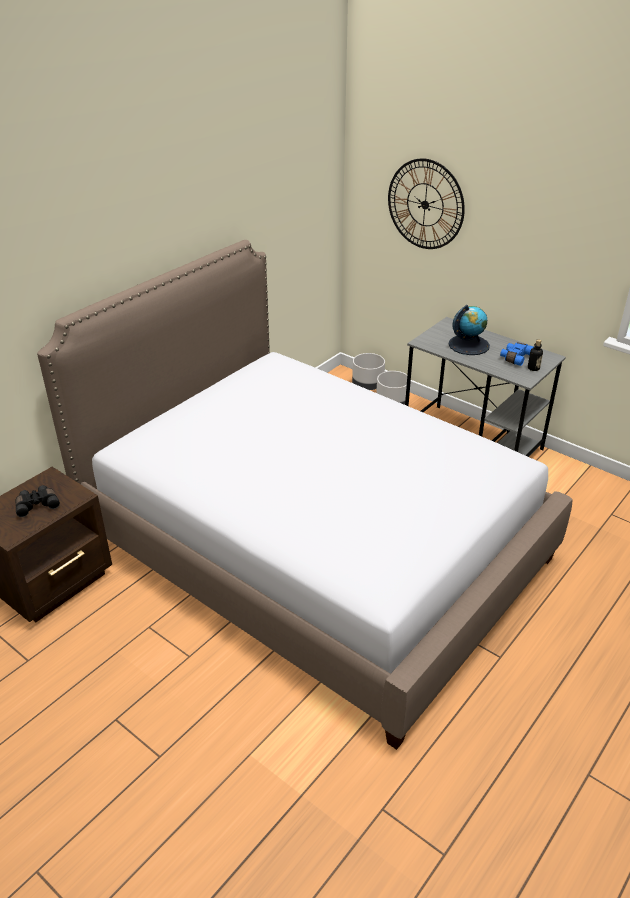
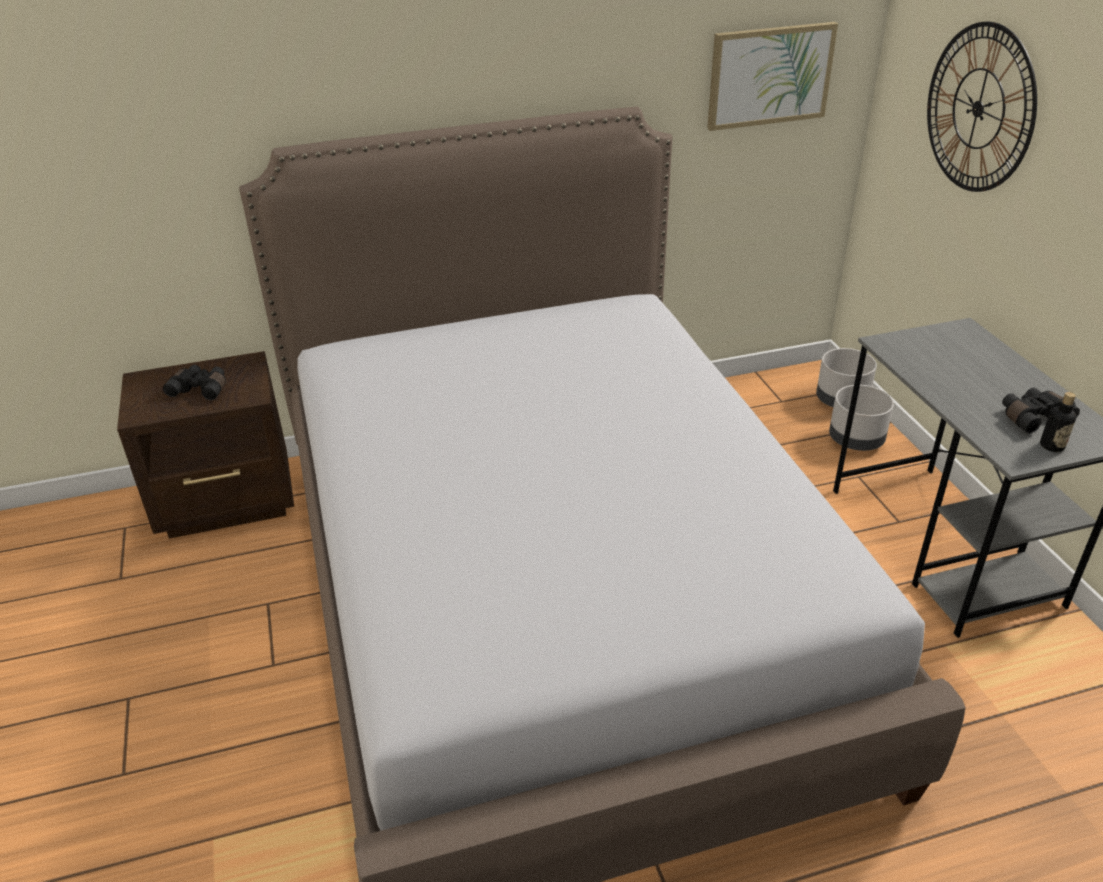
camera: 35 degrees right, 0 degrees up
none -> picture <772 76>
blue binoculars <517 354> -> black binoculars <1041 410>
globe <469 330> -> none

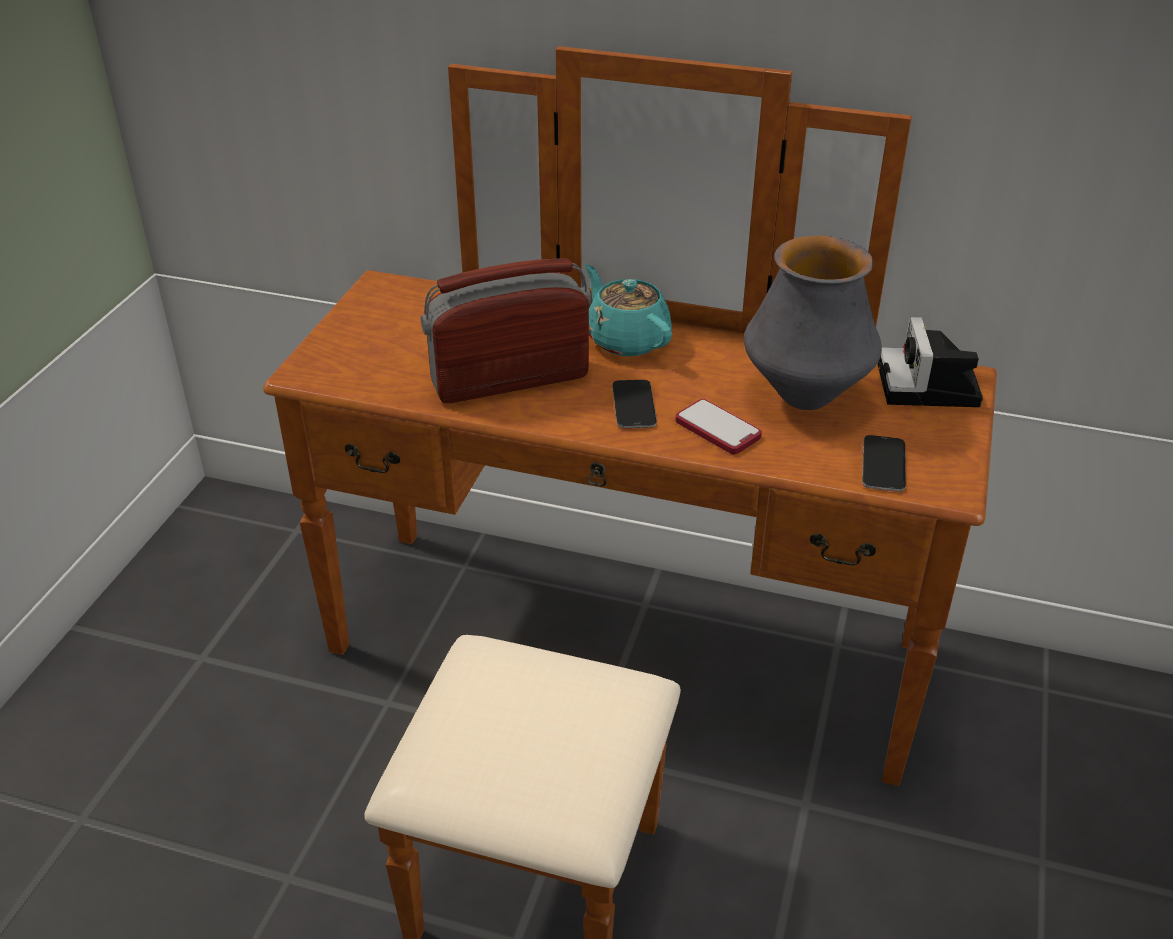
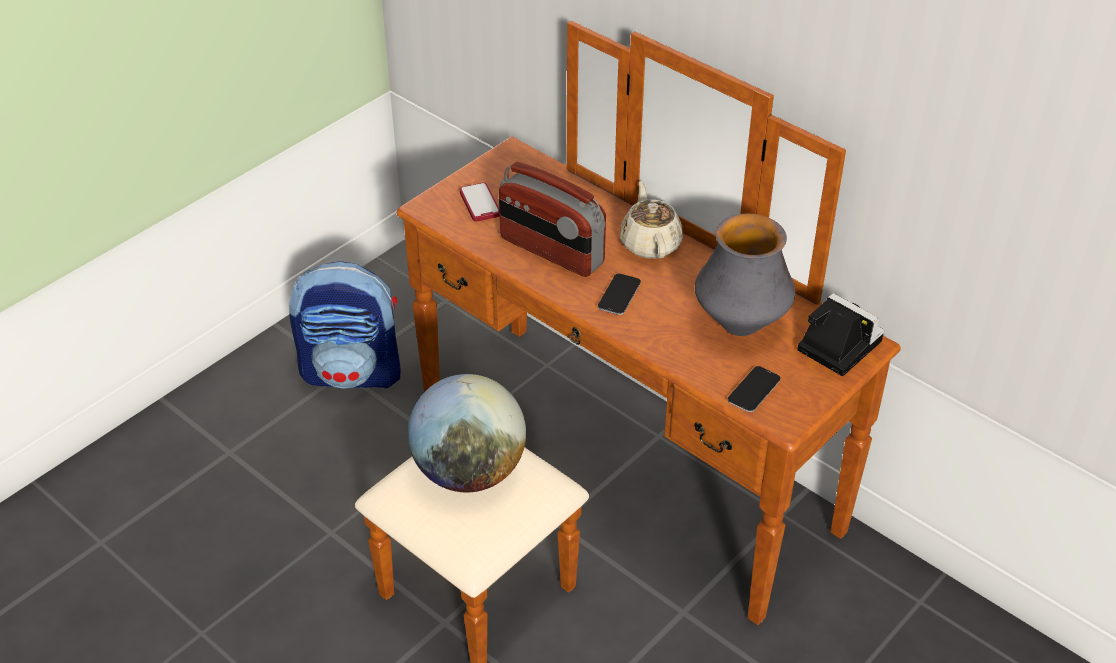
camera: 25 degrees right, 5 degrees up
none -> backpack <344 325>
none -> globe <467 433>
phone <718 427> -> phone <480 202>, move
radio <506 330> -> radio <552 219>, 150 degrees counterclockwise
turquoise teapot <628 310> -> beige teapot <651 219>
photo camera <930 362> -> photo camera <840 334>, 105 degrees clockwise

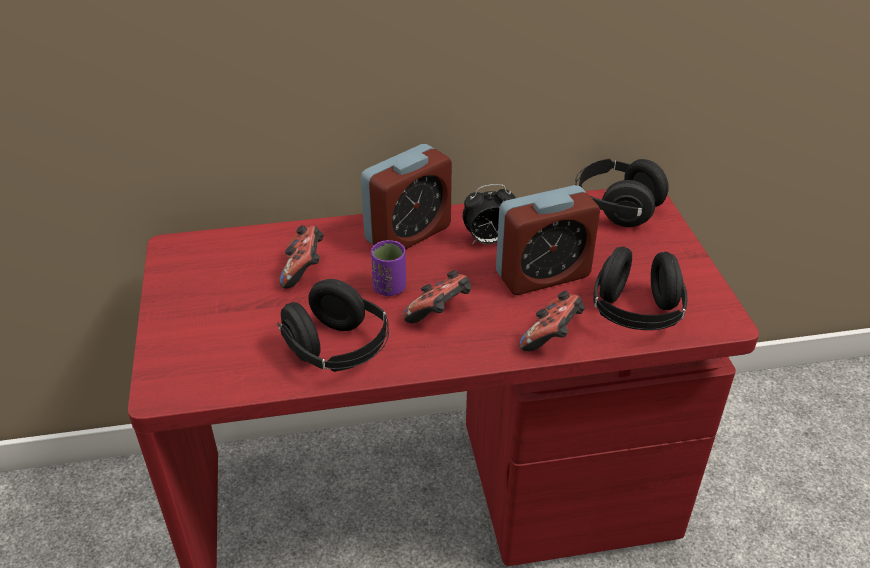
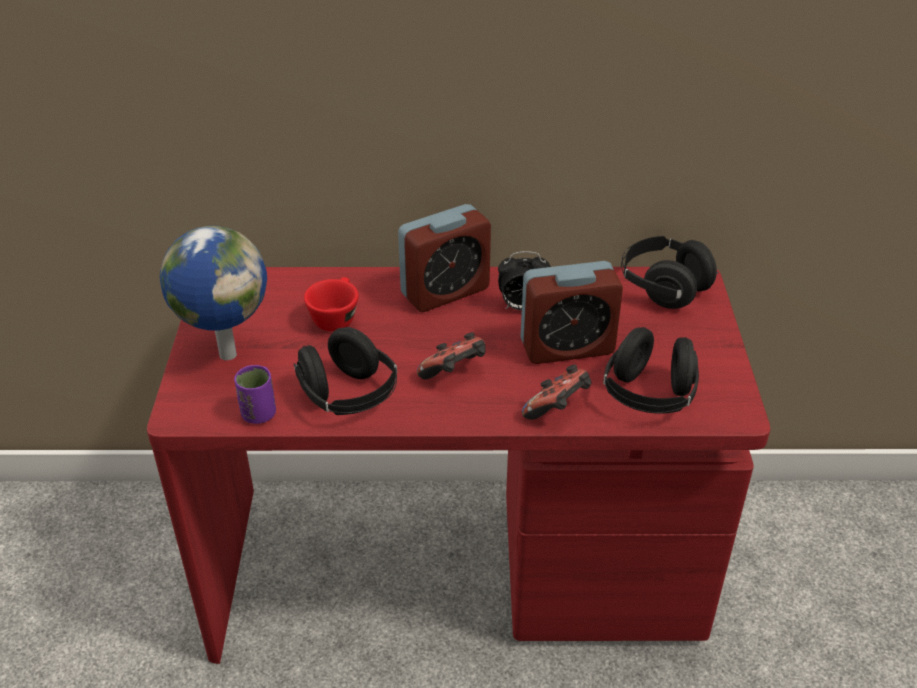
camera: 10 degrees right, 0 degrees up
none -> globe <213 293>
purple cup <388 268> -> purple cup <255 394>, move
game controller <301 257> -> red cup <331 304>

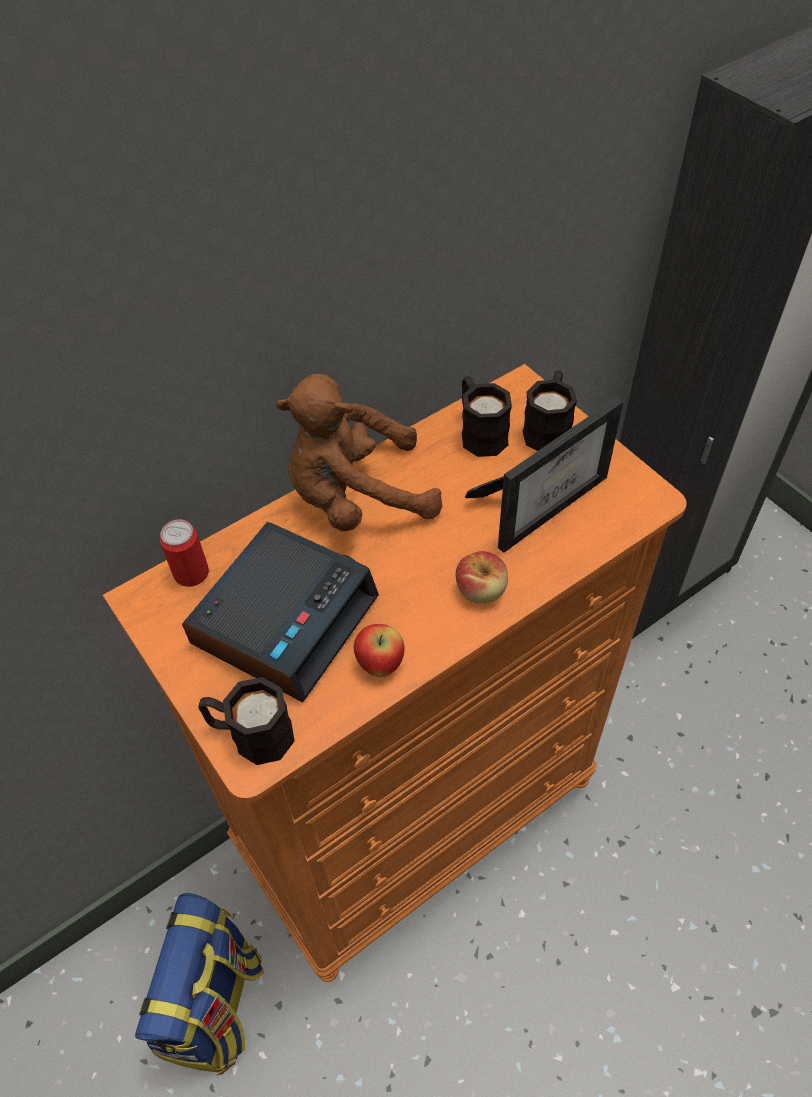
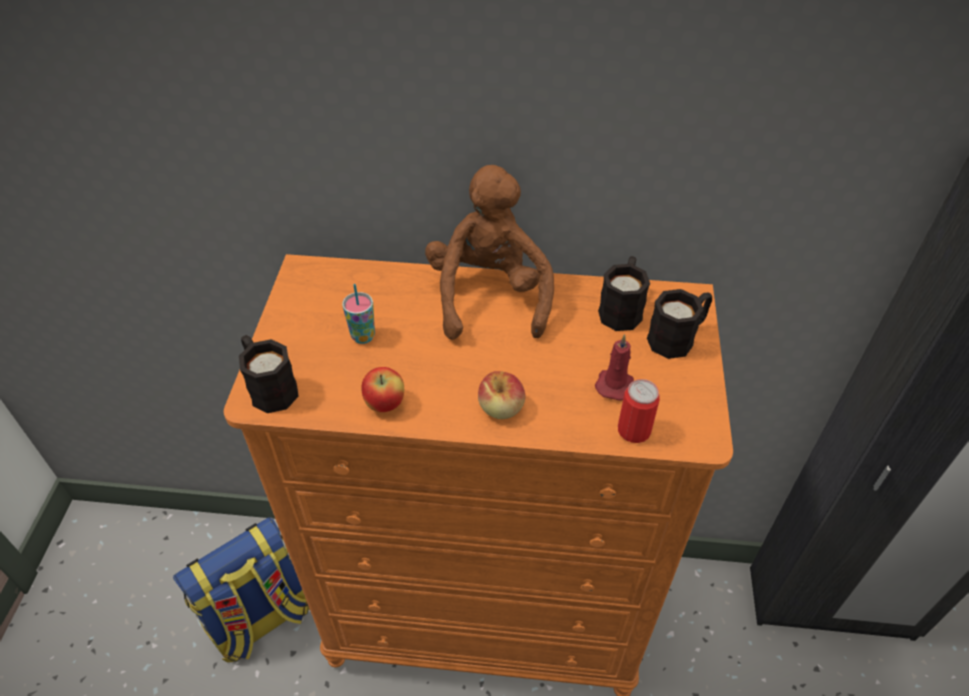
camera: 40 degrees right, 5 degrees down
alarm clock <280 612> -> cup <358 314>
brown plush toy <359 452> -> brown plush toy <489 252>, 60 degrees clockwise
picture frame <544 475> -> red candle <614 367>
can <184 553> -> can <639 411>, move

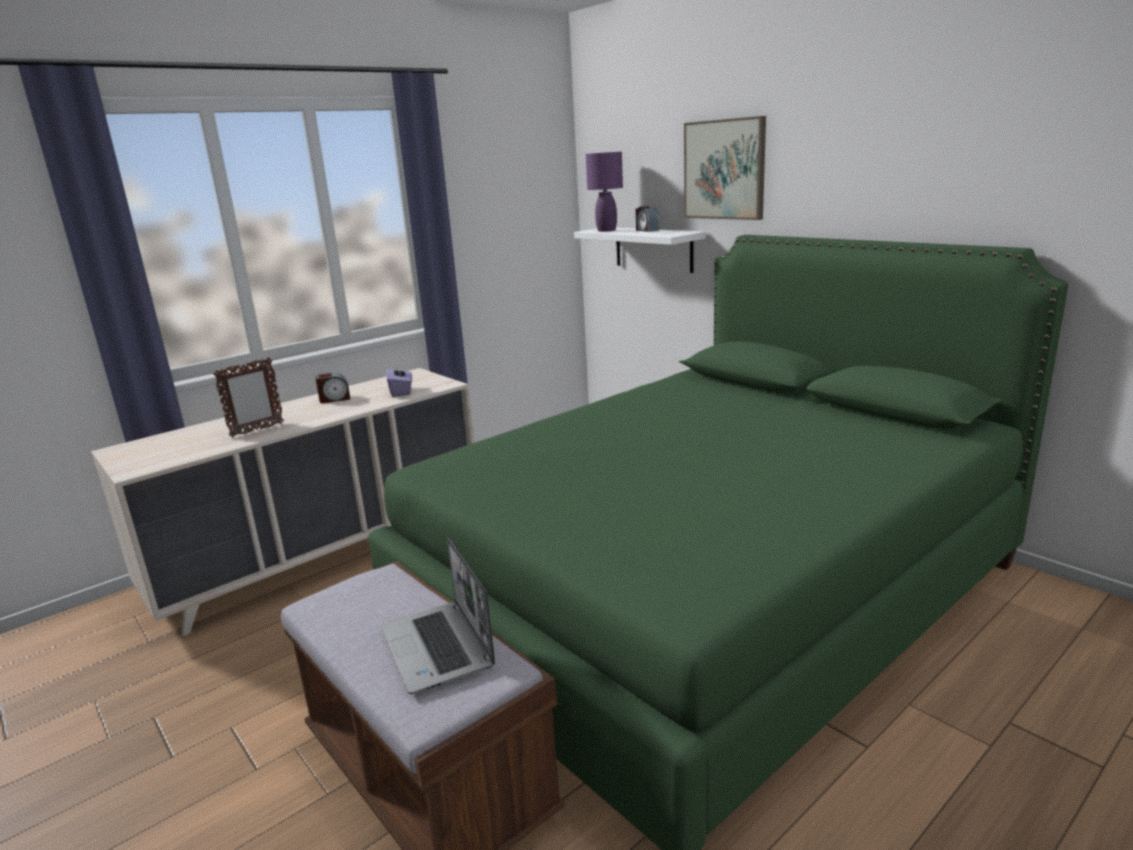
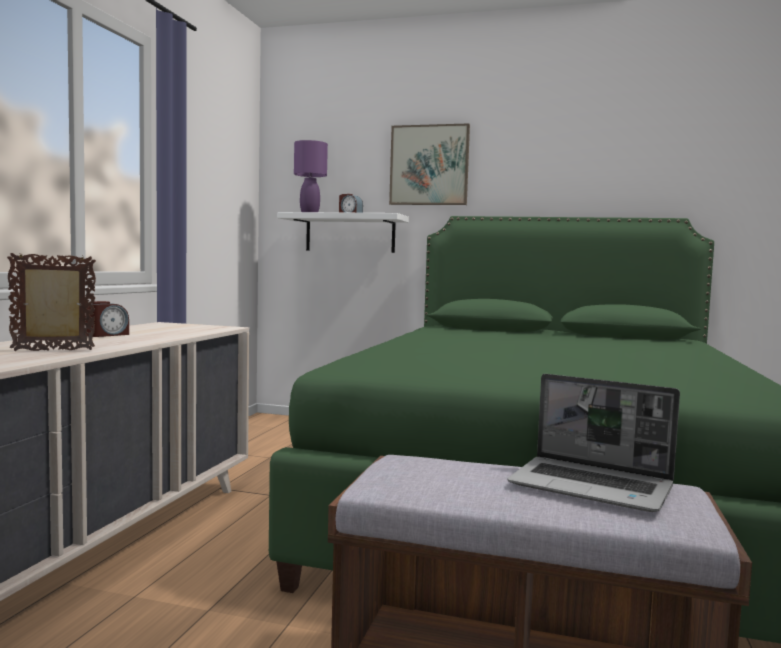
camera: 35 degrees left, 15 degrees down
picture frame <248 397> -> picture frame <51 302>, 120 degrees counterclockwise
purple tissue box <399 380> -> none

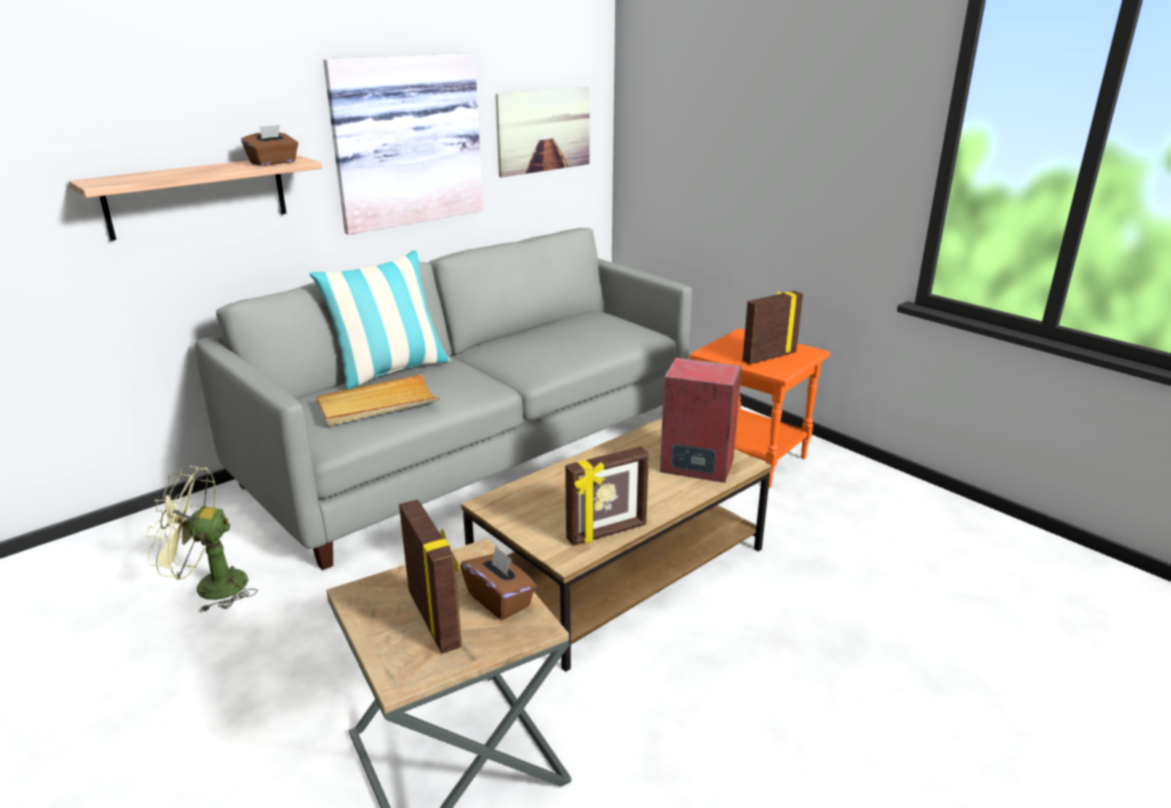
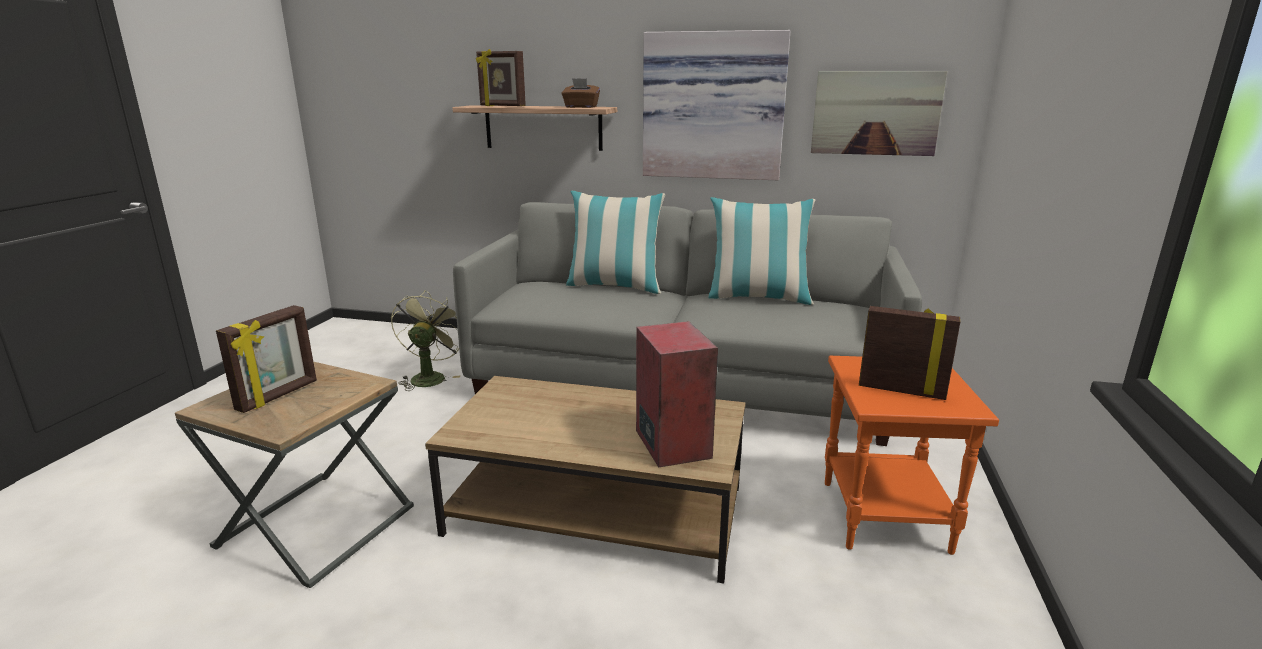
camera: 55 degrees right, 5 degrees down
green fan <202 539> -> green fan <425 340>, 45 degrees clockwise
picture frame <607 496> -> picture frame <501 77>, move
none -> pillow <761 251>
beige tray <378 399> -> none
brown tissue box <498 583> -> none

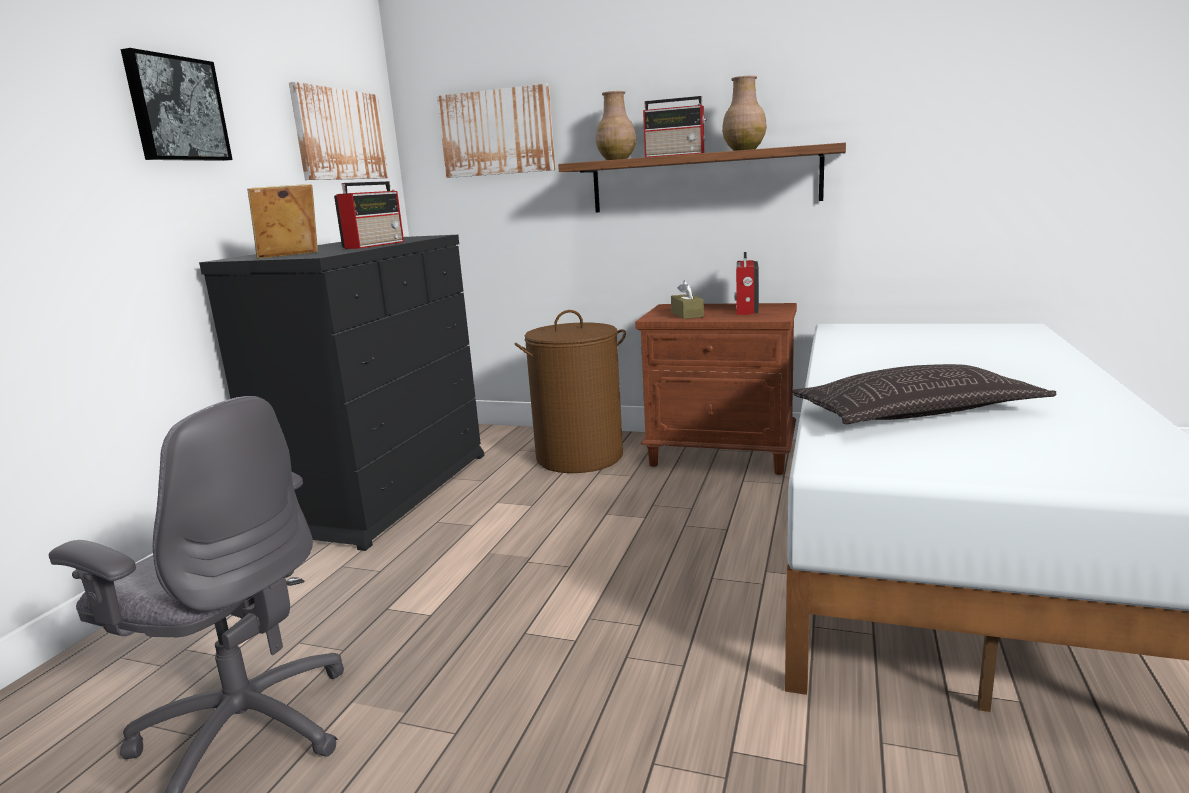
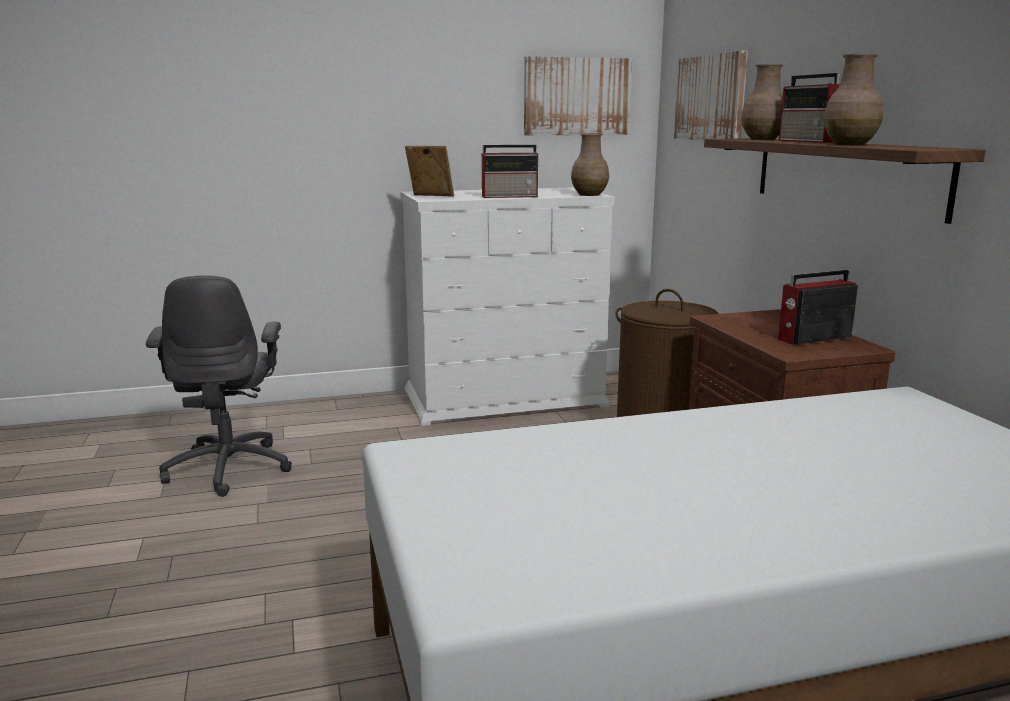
camera: 55 degrees right, 0 degrees up
black dresser <341 393> -> white dresser <507 306>
none -> brown vase <590 165>
picture <177 104> -> none
brown tissue box <687 300> -> none
pillow <924 394> -> none

